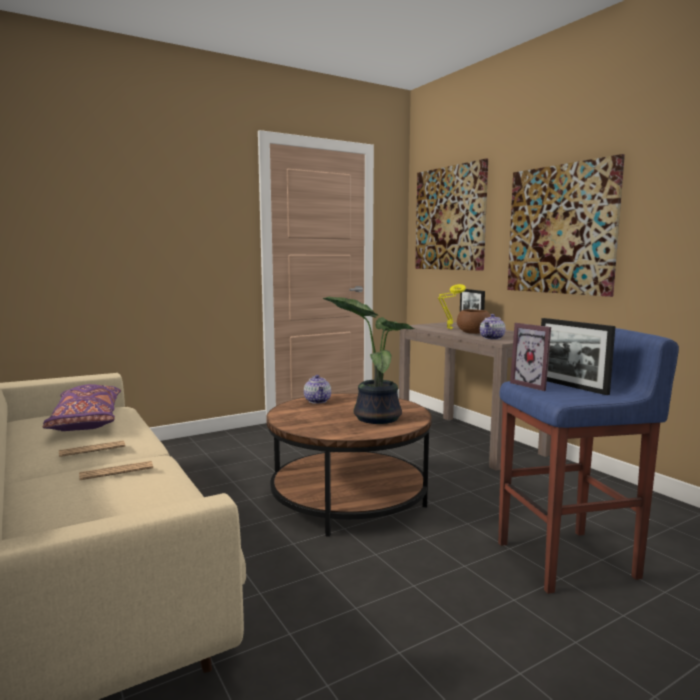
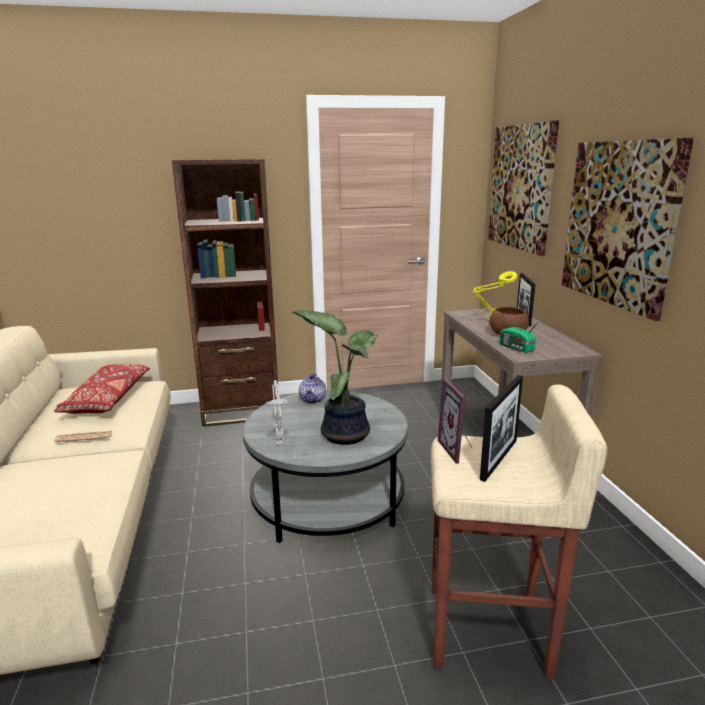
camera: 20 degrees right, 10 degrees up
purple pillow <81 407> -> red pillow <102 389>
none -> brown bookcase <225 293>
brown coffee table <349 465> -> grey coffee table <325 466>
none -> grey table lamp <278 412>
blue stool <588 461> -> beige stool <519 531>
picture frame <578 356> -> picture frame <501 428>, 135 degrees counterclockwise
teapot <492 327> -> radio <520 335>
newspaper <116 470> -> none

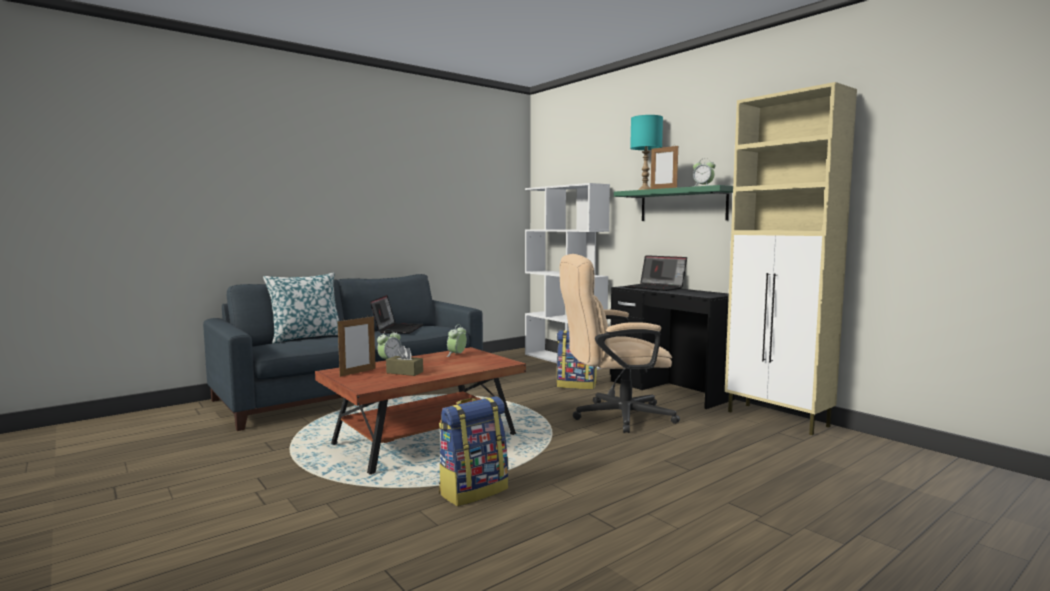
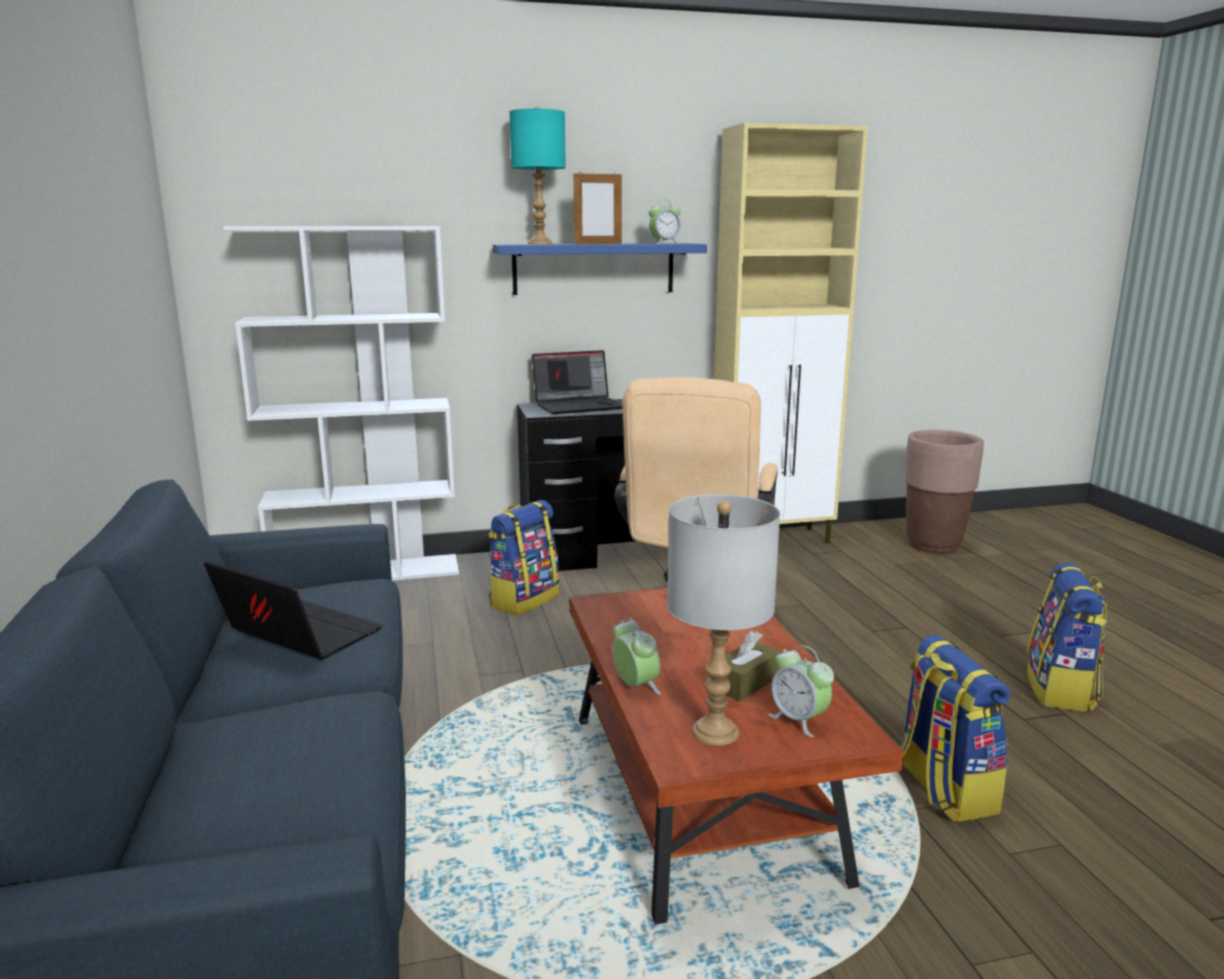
camera: 65 degrees left, 10 degrees up
green shelf <673 203> -> blue shelf <600 269>
picture frame <357 346> -> grey table lamp <723 620>
alarm clock <457 340> -> alarm clock <801 691>, move
none -> brown planter <944 492>
none -> backpack <1067 637>
pillow <301 308> -> none

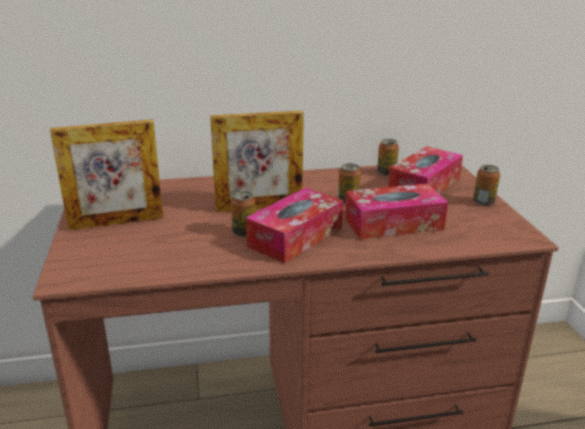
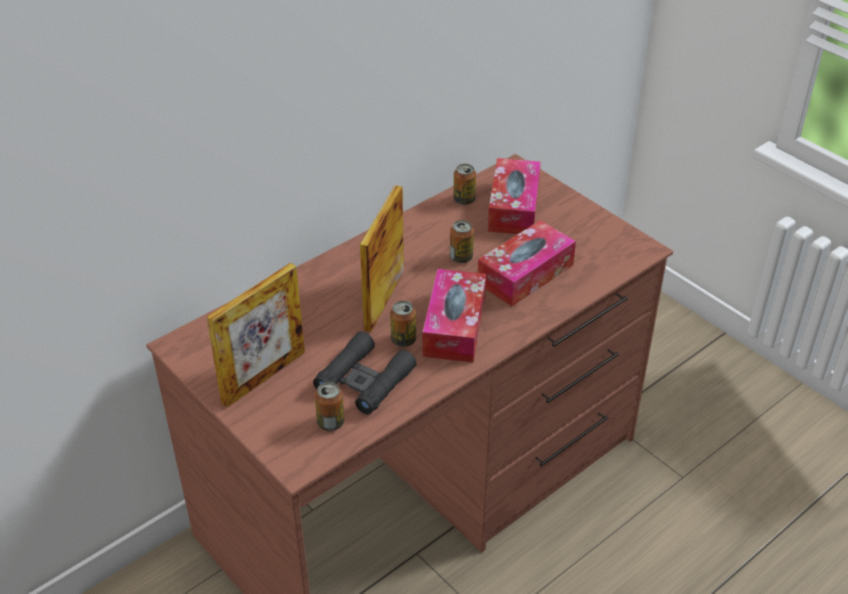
camera: 30 degrees left, 15 degrees up
none -> black binoculars <364 372>
can <486 185> -> can <329 406>, move
picture frame <257 161> -> picture frame <382 258>, 150 degrees clockwise

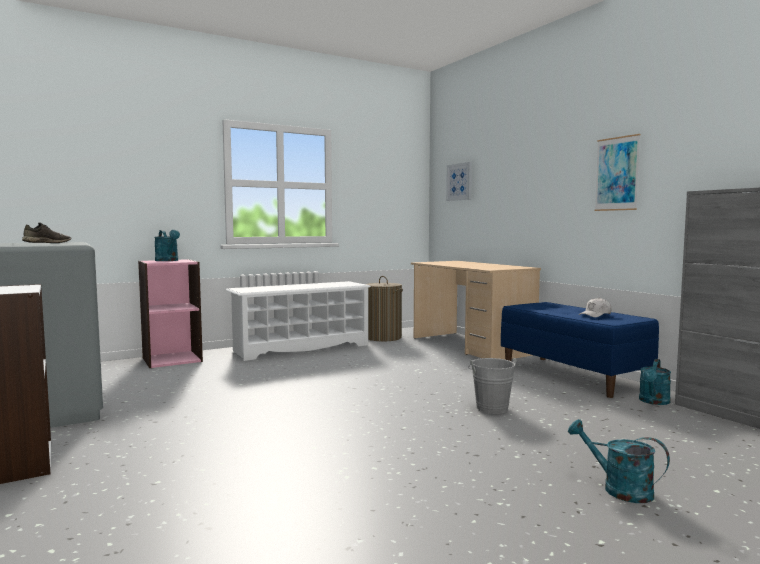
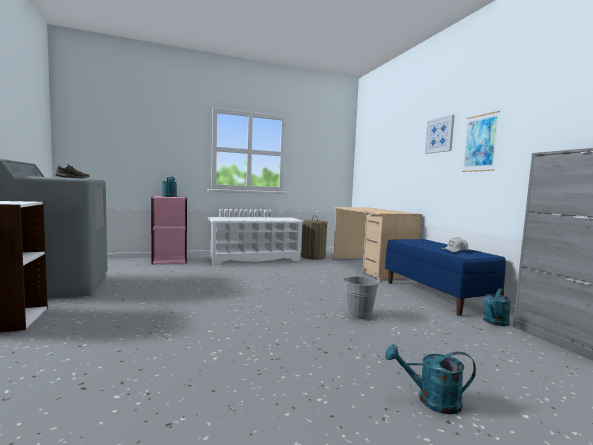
camera: 10 degrees right, 0 degrees up
turquoise watering can <619 461> -> turquoise watering can <430 379>, 45 degrees counterclockwise
picture <459 181> -> picture <440 134>, move

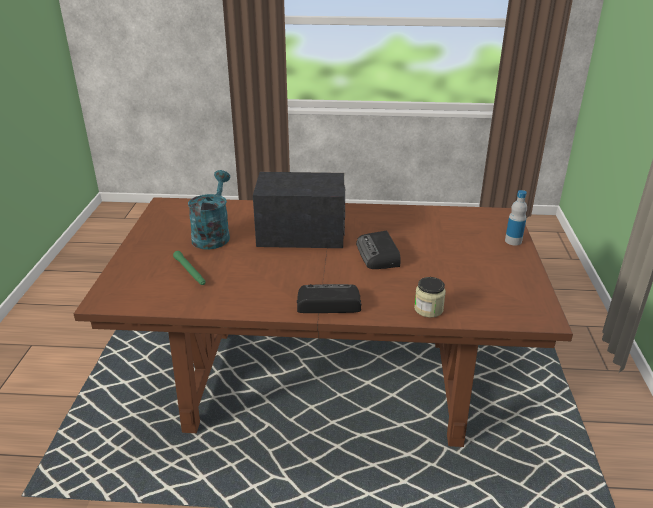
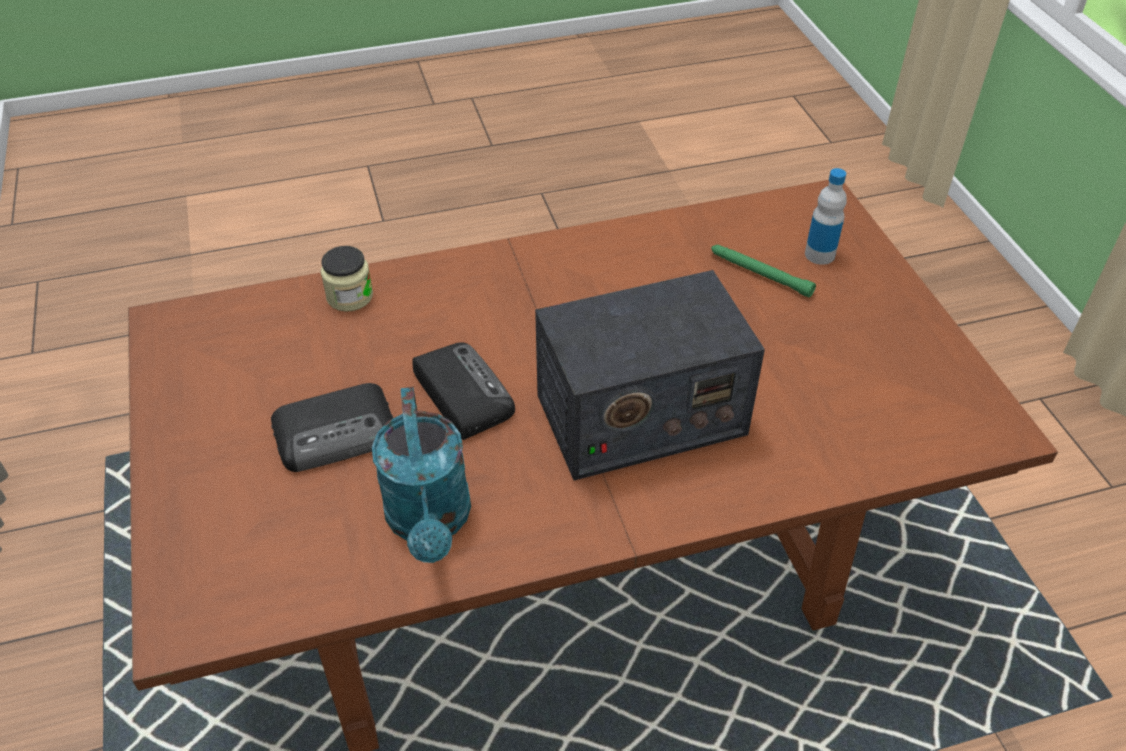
camera: 160 degrees right, 15 degrees up
radio <329 298> -> radio <332 427>, move
turquoise watering can <209 210> -> turquoise watering can <421 475>, move
bottle <516 217> -> bottle <826 216>, move

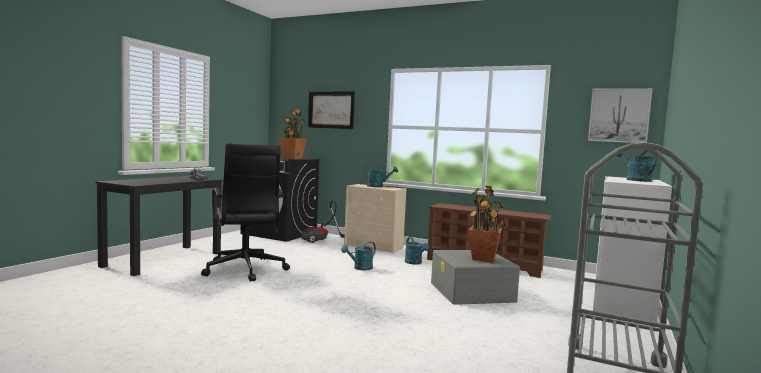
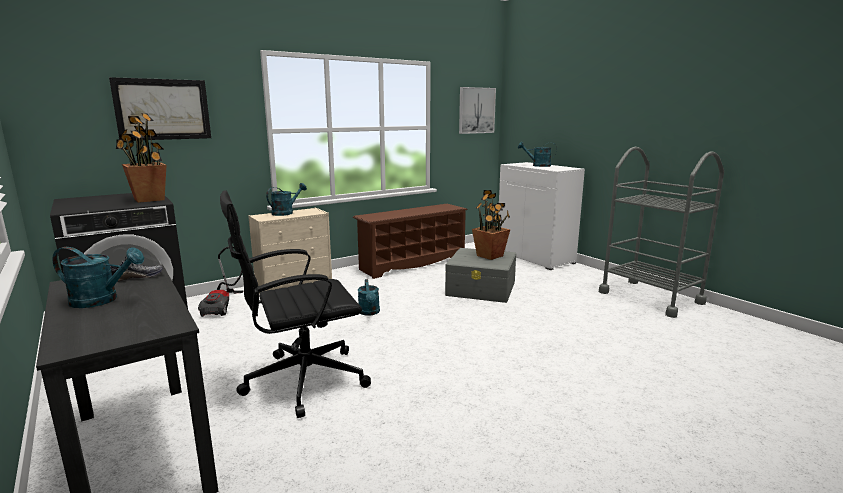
camera: 60 degrees left, 10 degrees up
turquoise watering can <417 251> -> turquoise watering can <98 277>, move
black office chair <245 212> -> black office chair <295 304>, 150 degrees clockwise

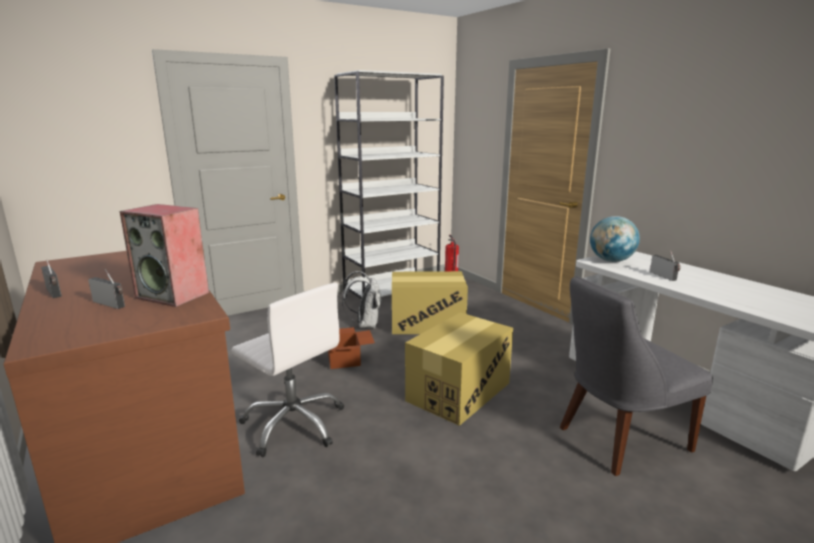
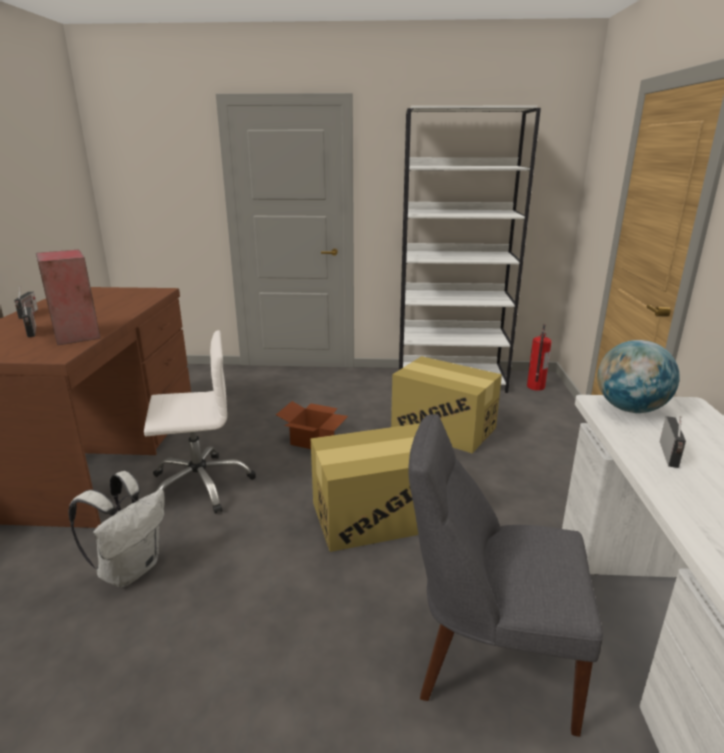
camera: 35 degrees right, 5 degrees up
white backpack <362 299> -> white backpack <117 529>, move
white office chair <287 370> -> white office chair <200 422>, 90 degrees counterclockwise

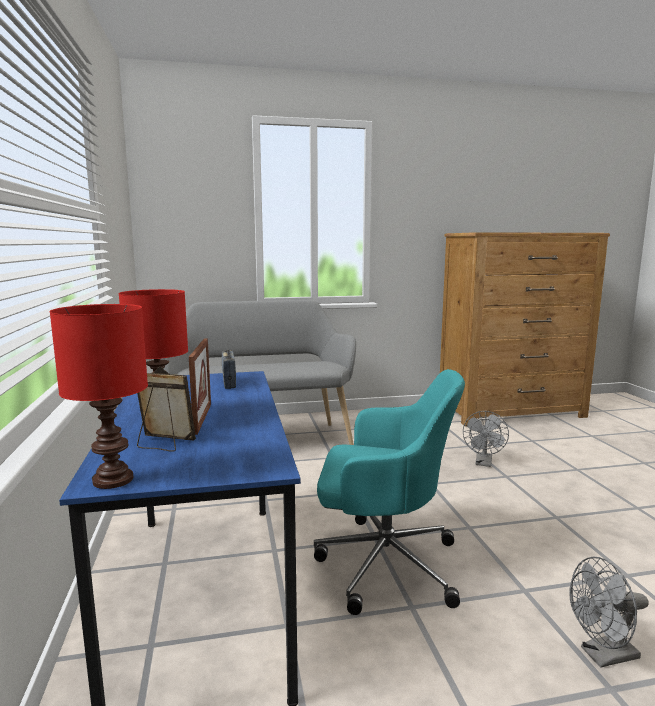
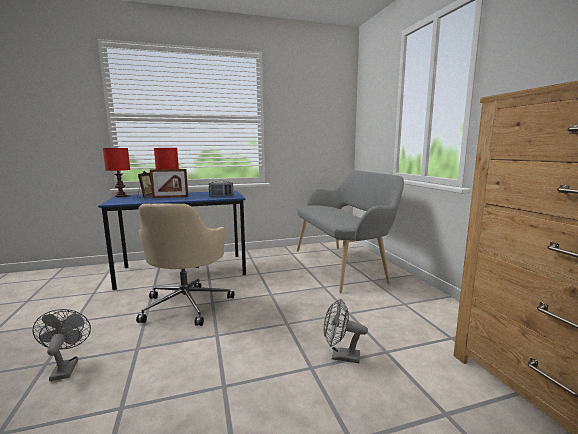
camera: 85 degrees right, 0 degrees up
turquoise office chair <389 492> -> beige office chair <185 265>

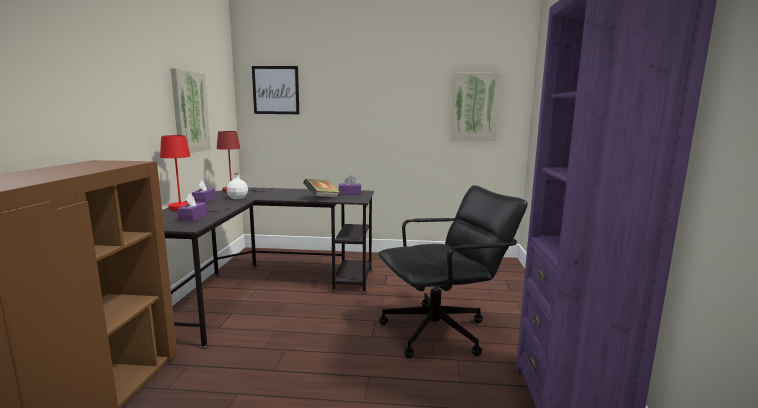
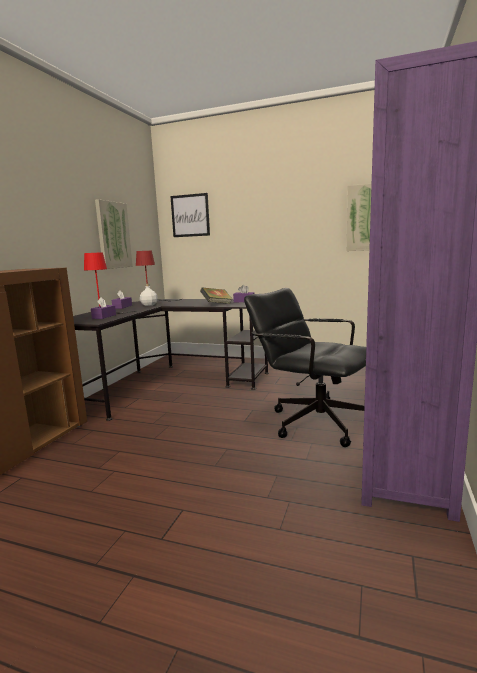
camera: 15 degrees right, 0 degrees up
black office chair <453 272> -> black office chair <305 367>, 135 degrees counterclockwise

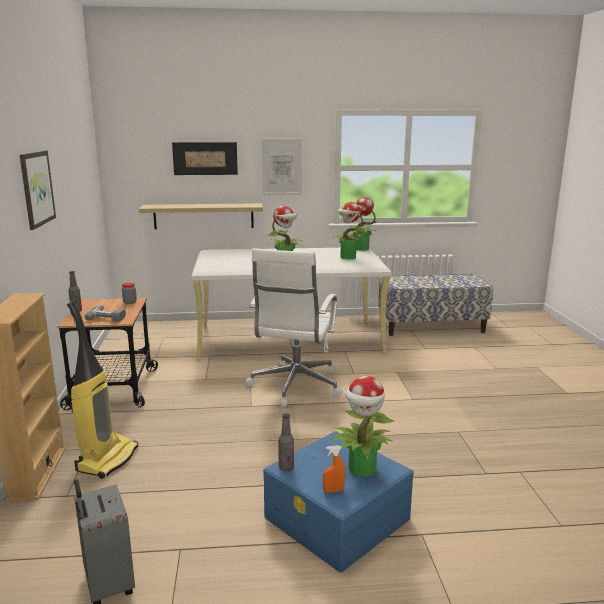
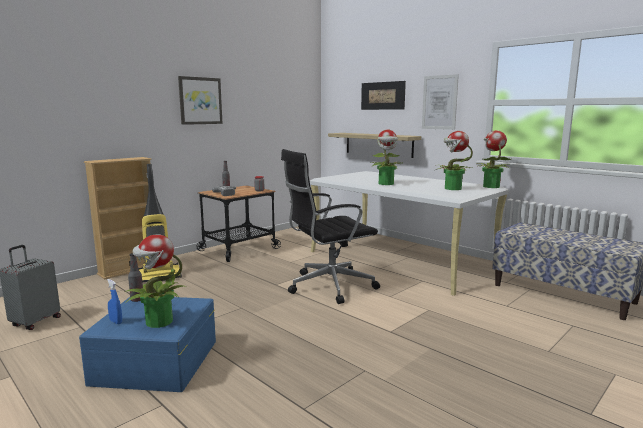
camera: 50 degrees right, 5 degrees down
orange spray bottle <334 469> -> blue spray bottle <114 301>
white office chair <294 327> -> black office chair <330 226>

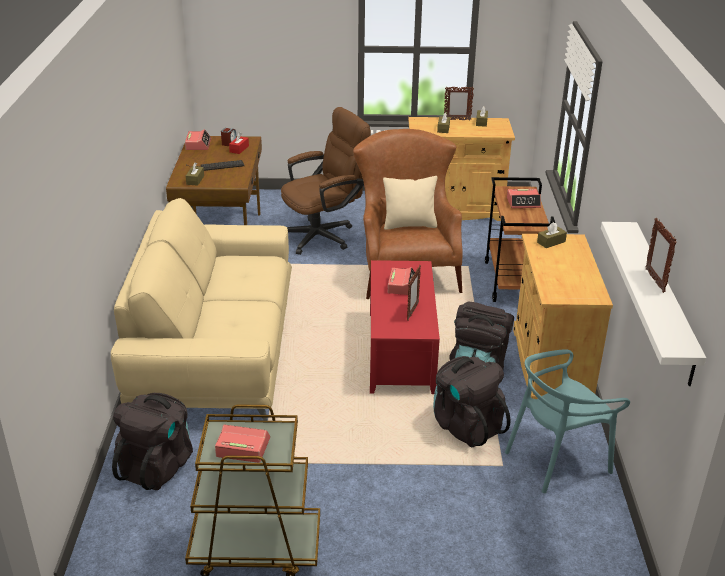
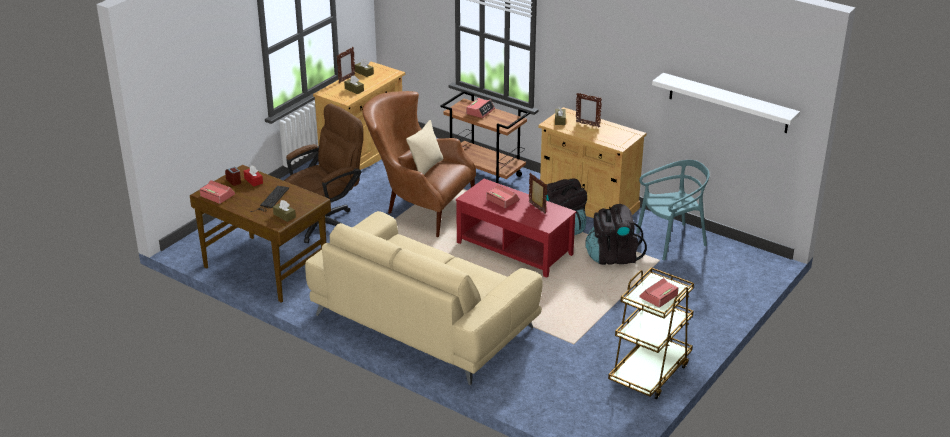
camera: 55 degrees left, 0 degrees up
brown office chair <326 181> -> brown office chair <323 173>, 45 degrees clockwise
picture frame <661 255> -> picture frame <589 110>, move
turquoise chair <567 421> -> turquoise chair <673 210>, 120 degrees counterclockwise
black backpack <152 441> -> none

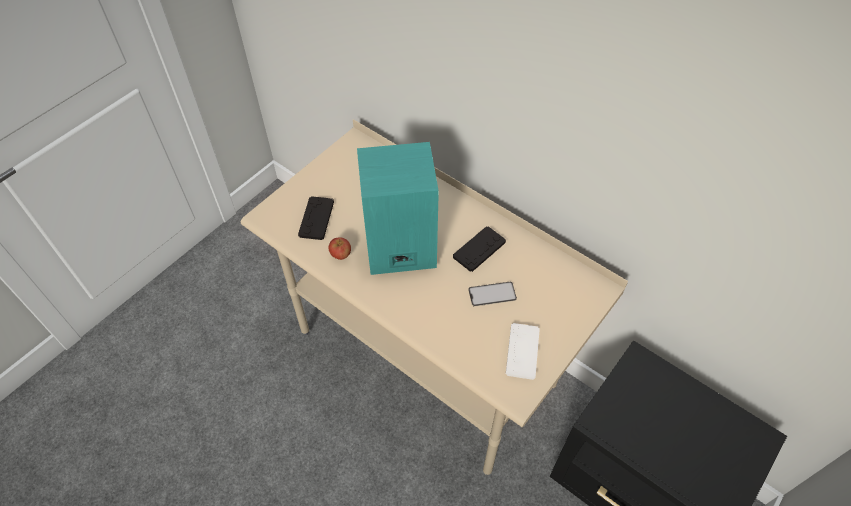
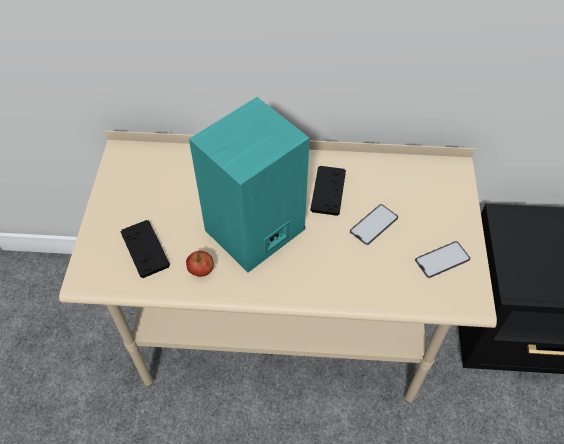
camera: 35 degrees left, 0 degrees up
white game controller <523 351> -> phone <442 259>

